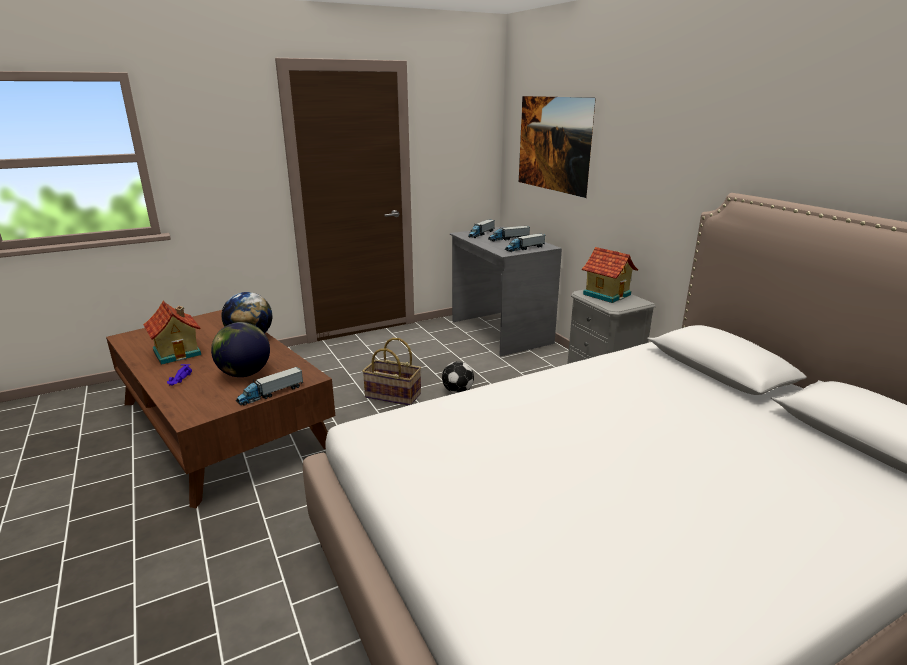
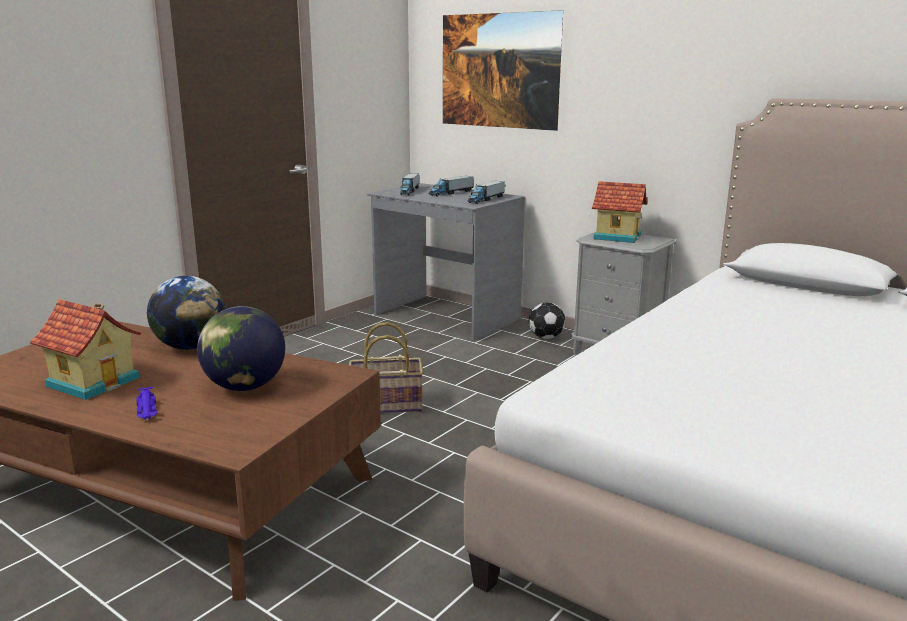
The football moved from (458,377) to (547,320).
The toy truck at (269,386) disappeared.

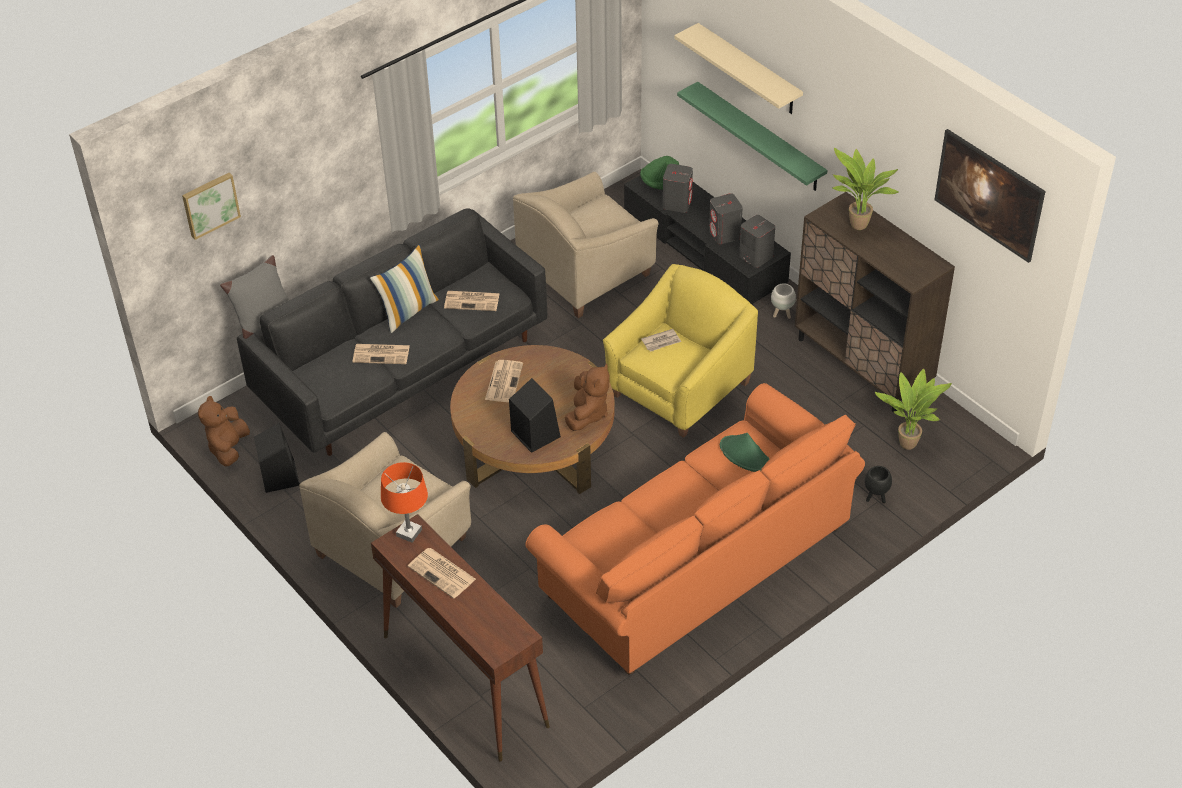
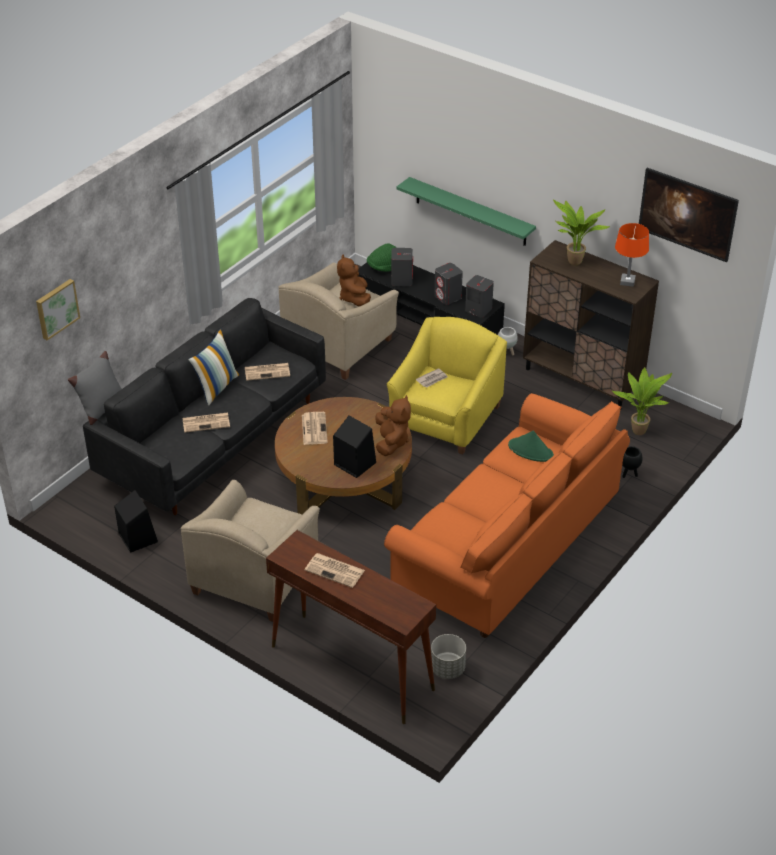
The beige shelf at (738,68) disappeared.
The brown plush toy moved from (224,431) to (354,280).
The orange table lamp moved from (404,502) to (632,255).
The grey planter at (448,656) appeared.

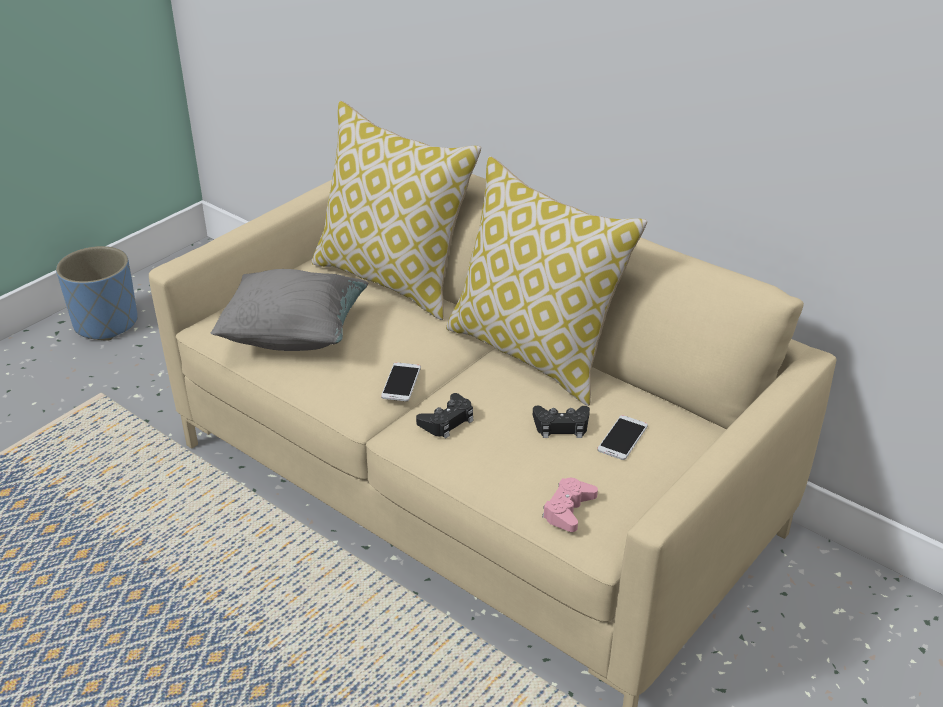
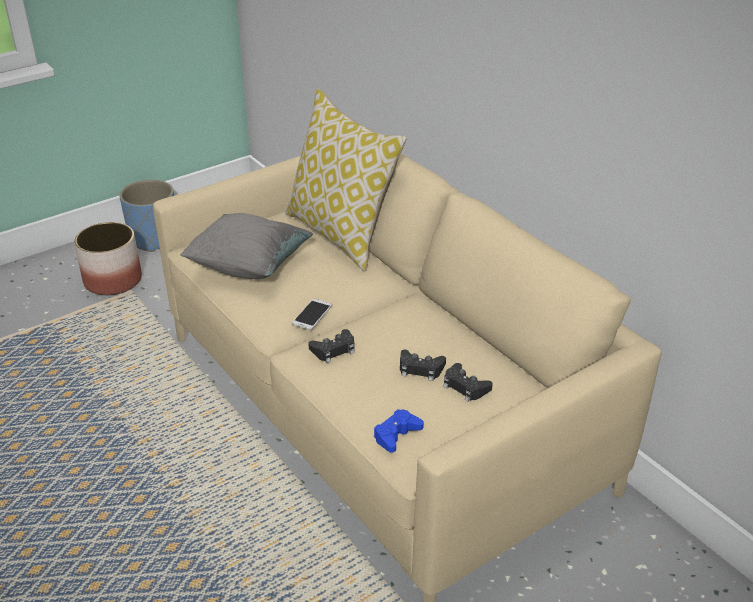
The pillow at (546,281) disappeared.
The phone at (622,437) was replaced by the black game controller at (468,382).
The pink game controller at (570,505) became the blue game controller at (399,431).
The planter at (108,258) appeared.

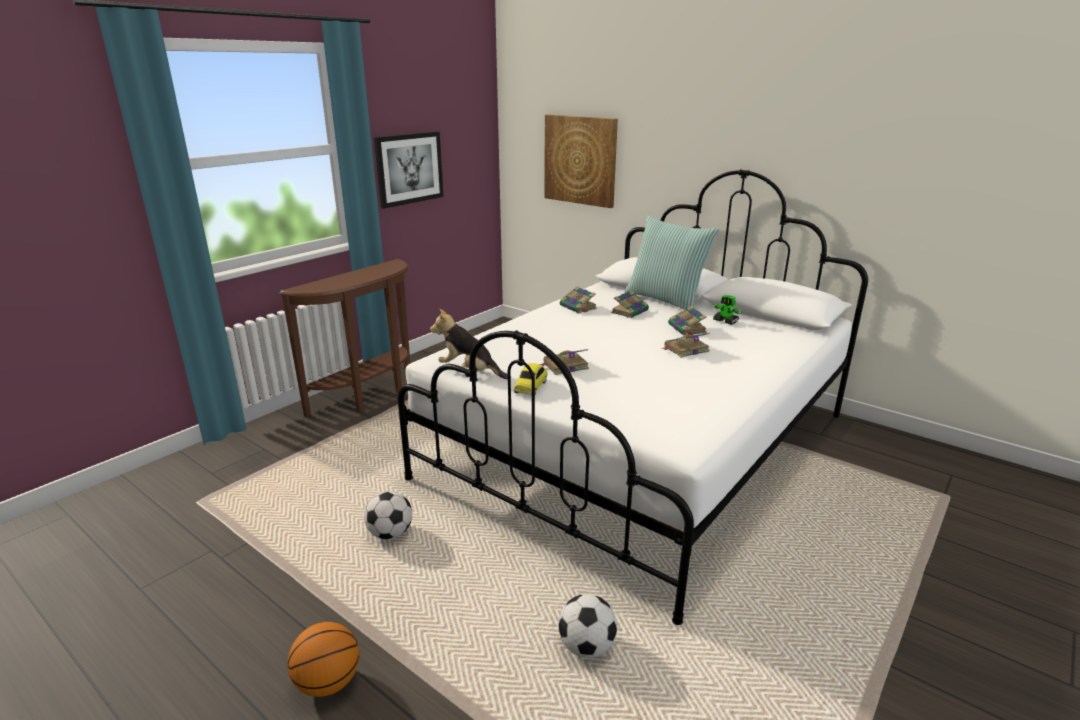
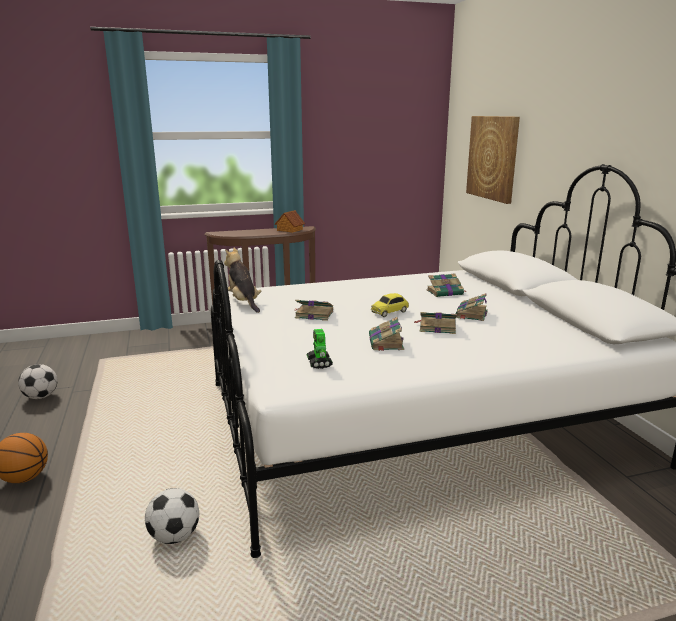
The picture at (409,170) disappeared.
The pillow at (671,263) disappeared.
The book moved from (578,299) to (386,334).
The toy robot moved from (727,310) to (320,349).
The toy car moved from (530,379) to (390,305).
The football moved from (388,515) to (38,381).
The toy house at (290,221) appeared.

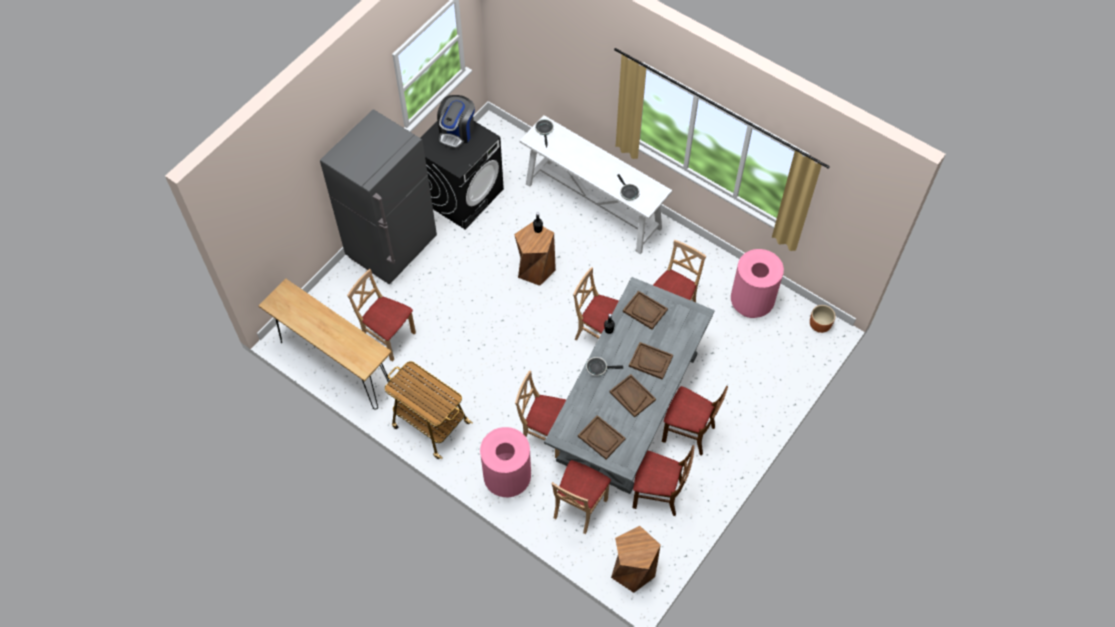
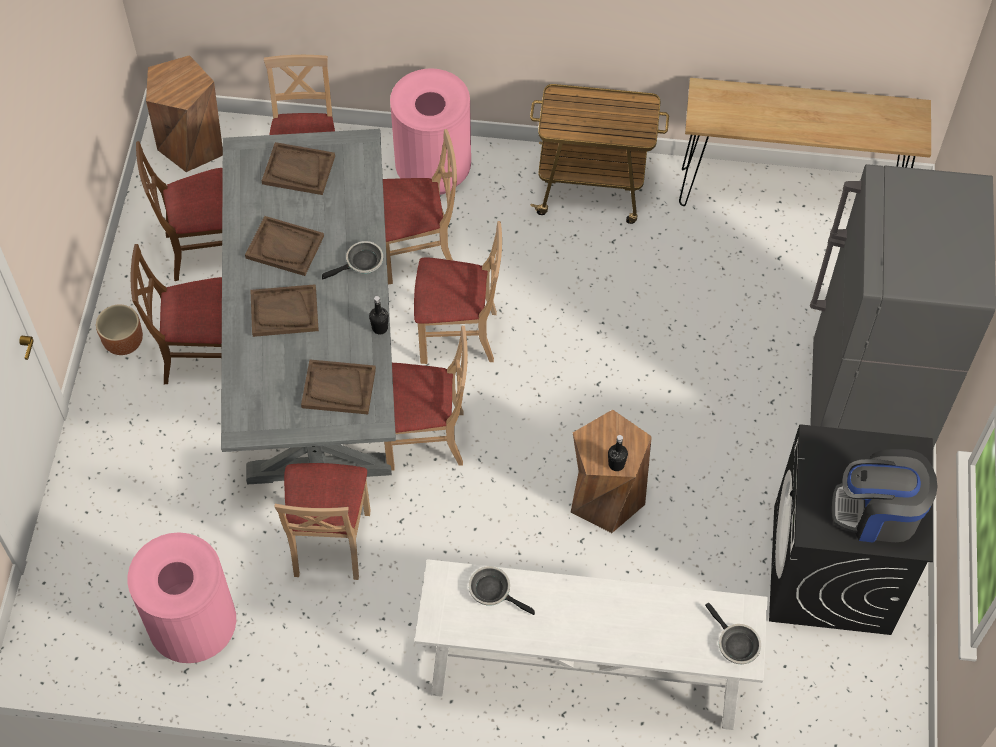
The coffee machine at (456,122) turned 75 degrees counterclockwise.
The beige chair moved from (381,315) to (458,292).
The brown planter moved from (822,319) to (119,329).

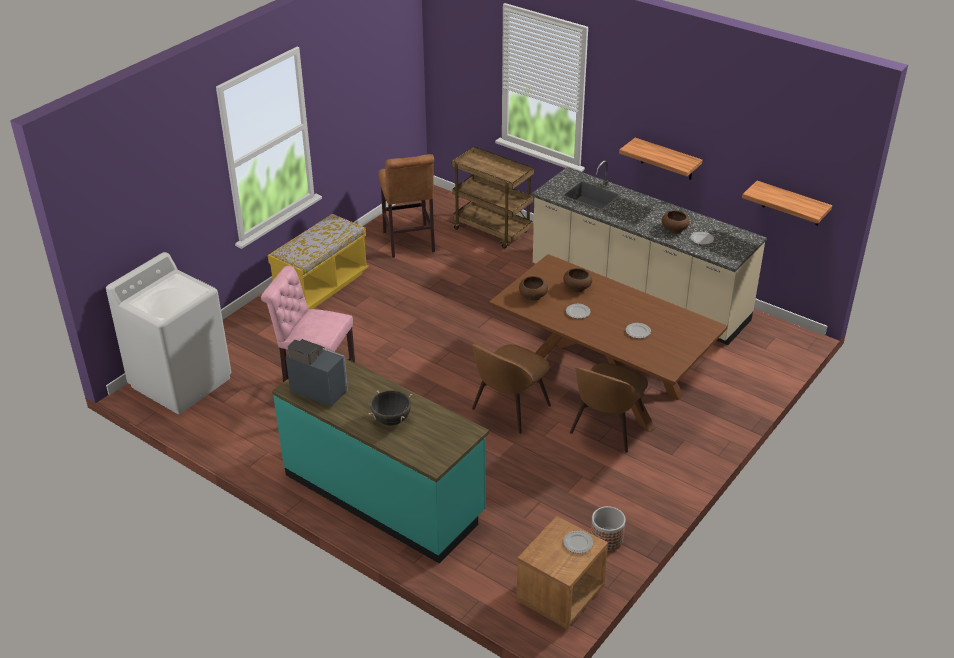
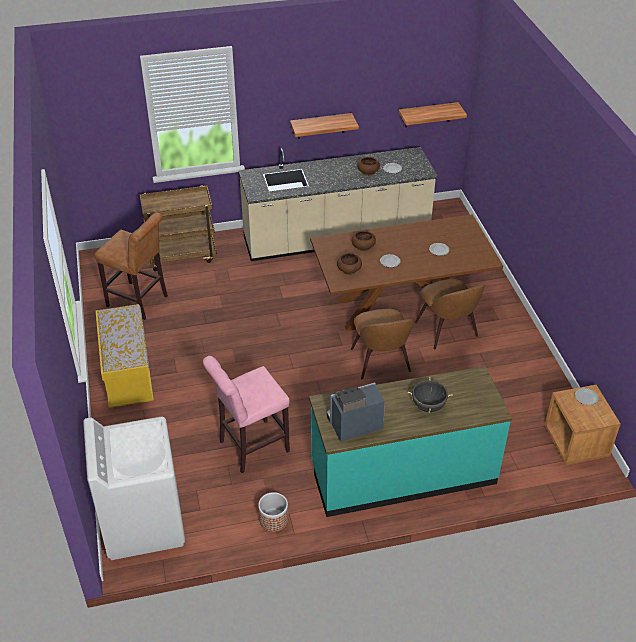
The planter moved from (608,528) to (273,512).

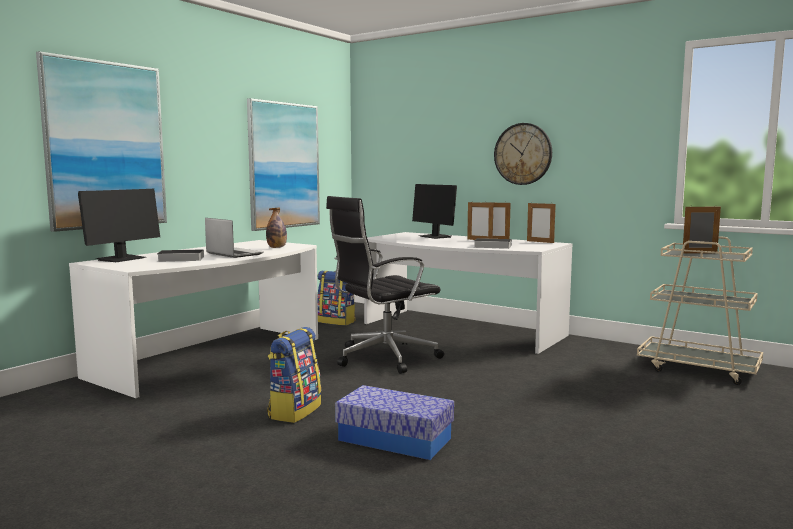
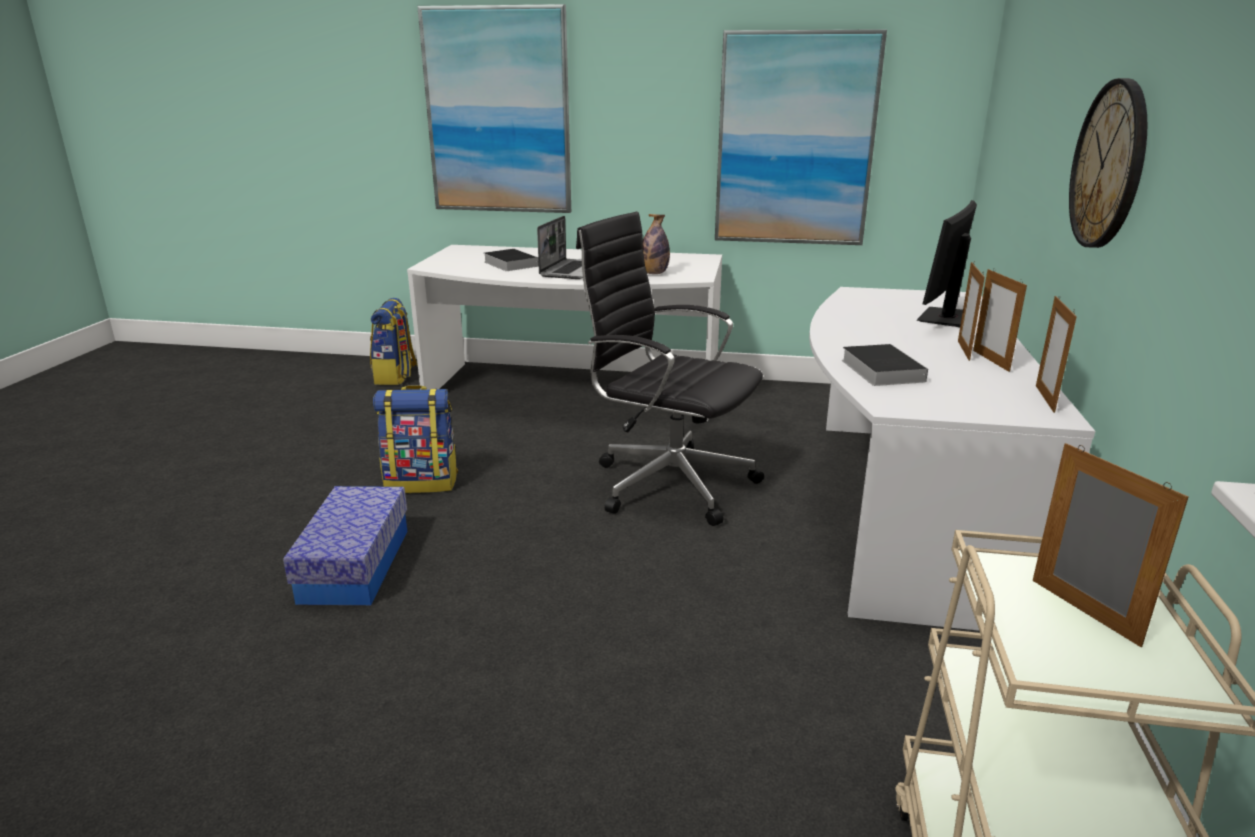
The monitor at (119,225) disappeared.
The backpack moved from (336,298) to (394,341).

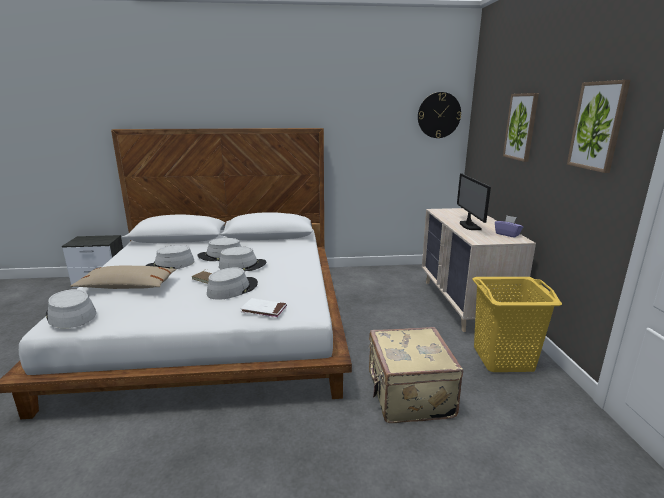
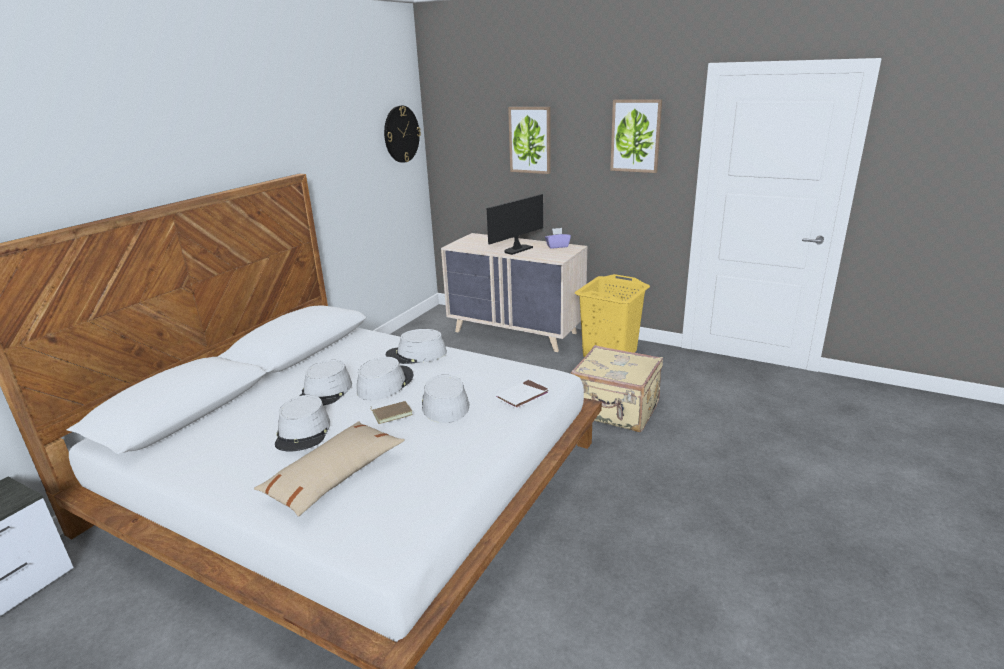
The monitor at (474,201) turned 105 degrees clockwise.
The grey hat moved from (71,308) to (416,346).

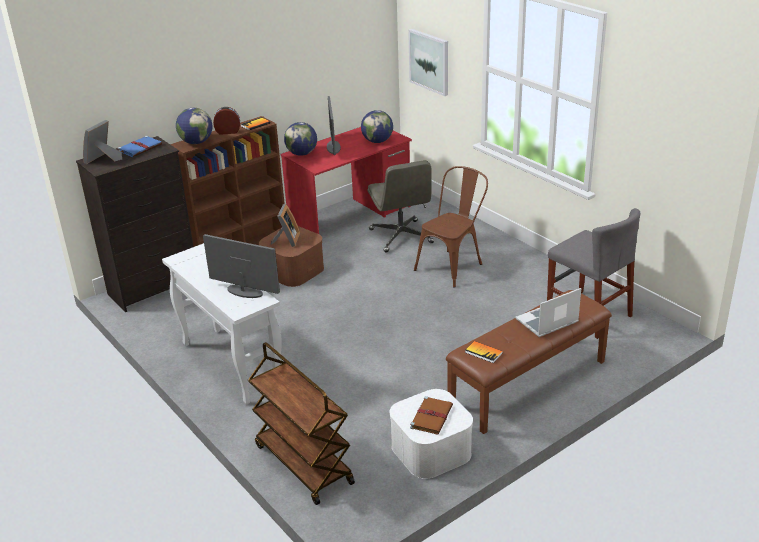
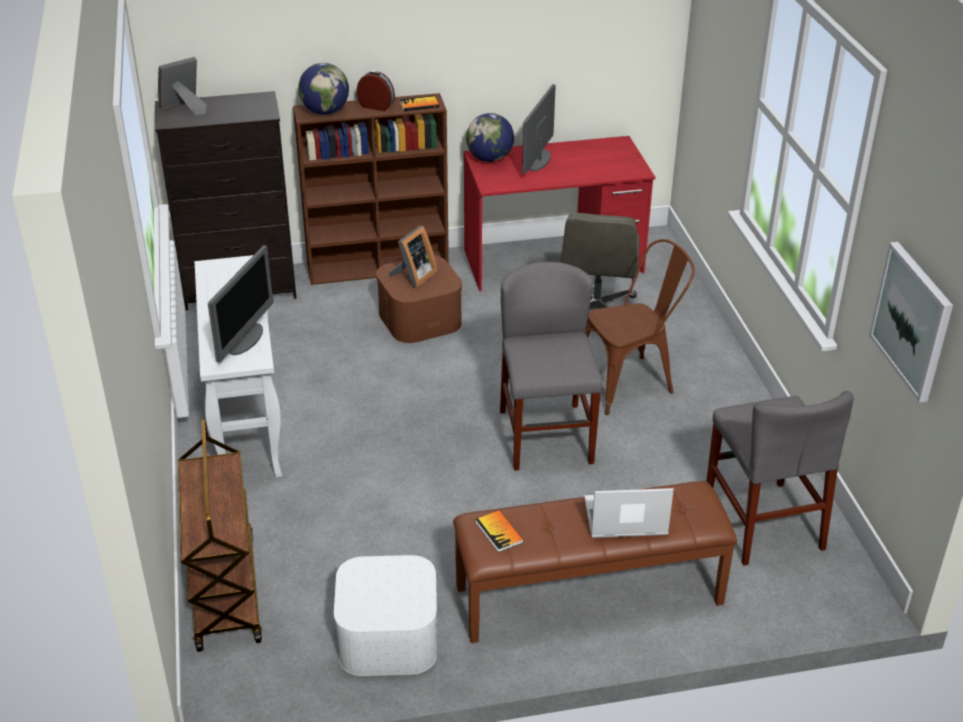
The picture moved from (428,62) to (911,322).
The globe at (377,126) disappeared.
The blue book at (140,146) disappeared.
The monitor at (241,266) turned 60 degrees clockwise.
The brown book at (431,415) disappeared.
The grey chair at (551,366) appeared.

